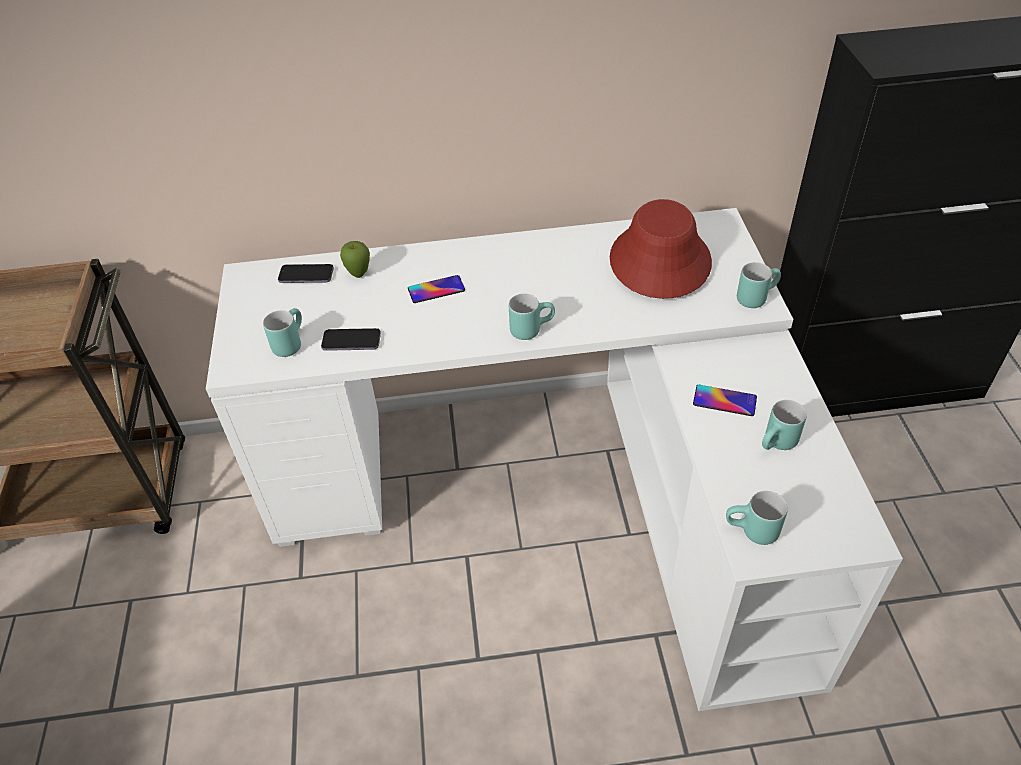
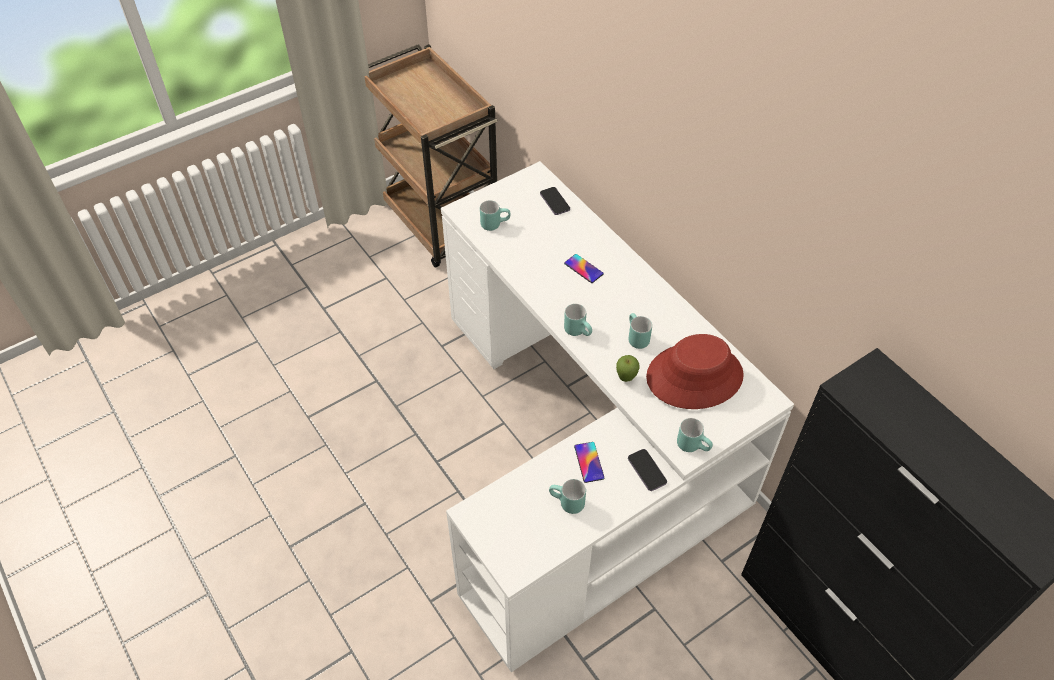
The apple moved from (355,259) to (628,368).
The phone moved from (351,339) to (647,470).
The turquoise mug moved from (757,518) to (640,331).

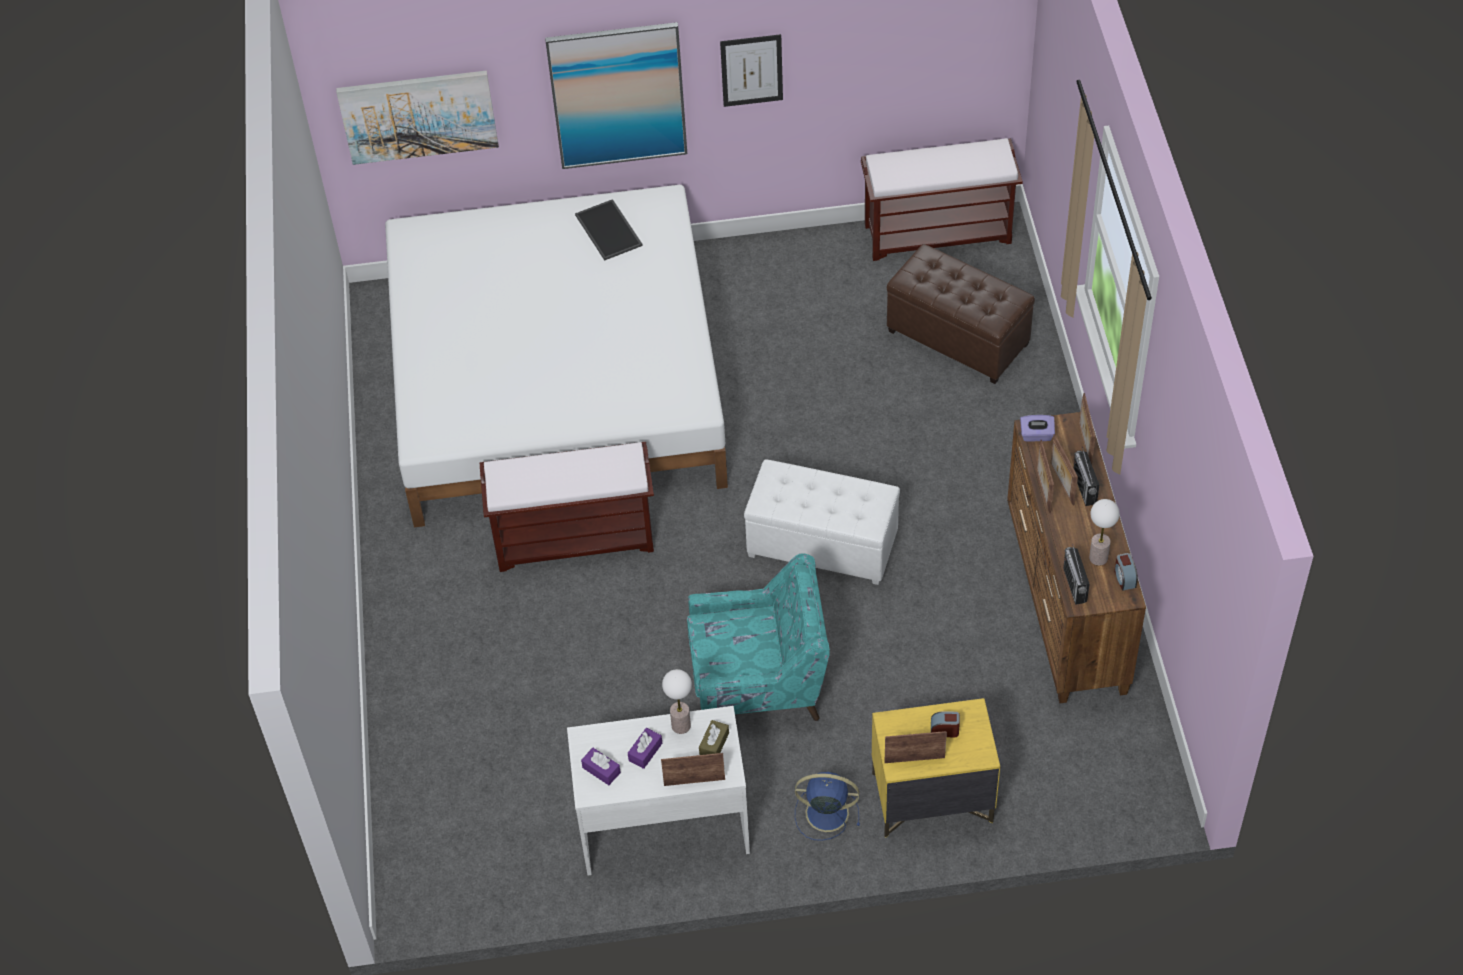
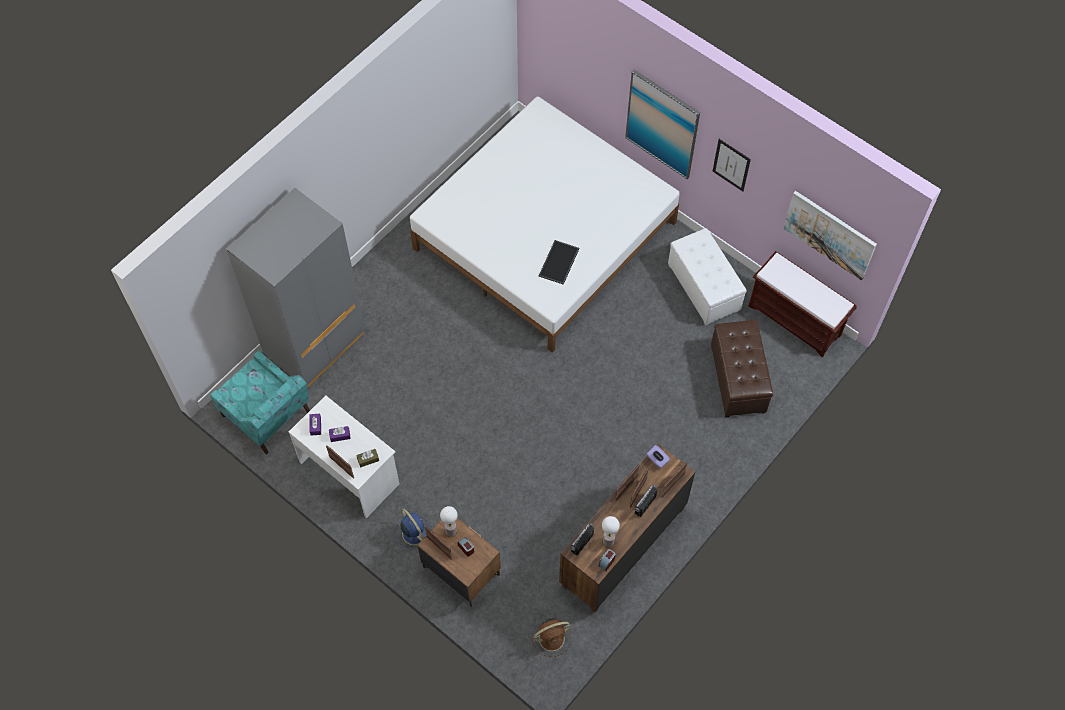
The picture moved from (417,118) to (830,235).
The tray moved from (609,230) to (559,262).
The brown bench at (566,507) disappeared.
The white ottoman moved from (822,522) to (707,277).
The turquoise armchair moved from (758,637) to (260,402).
The table lamp moved from (677,701) to (449,521).
The yellow nightstand at (936,767) became the brown nightstand at (459,562).
The grey wardrobe at (295,288) appeared.
The brown fan at (551,638) appeared.

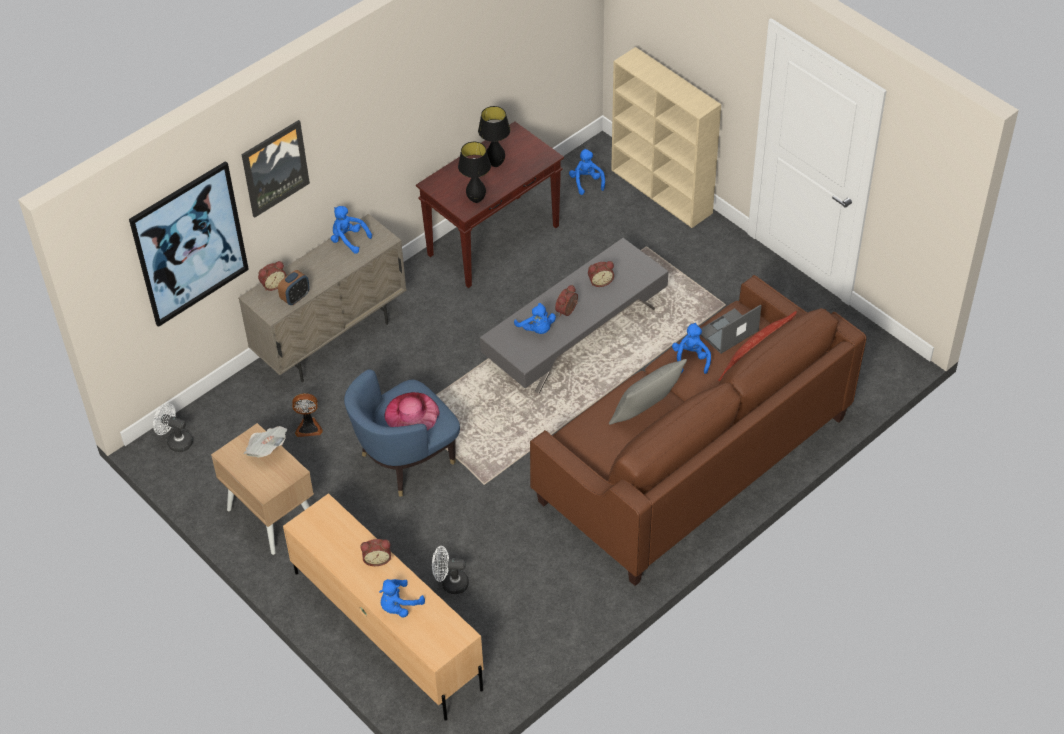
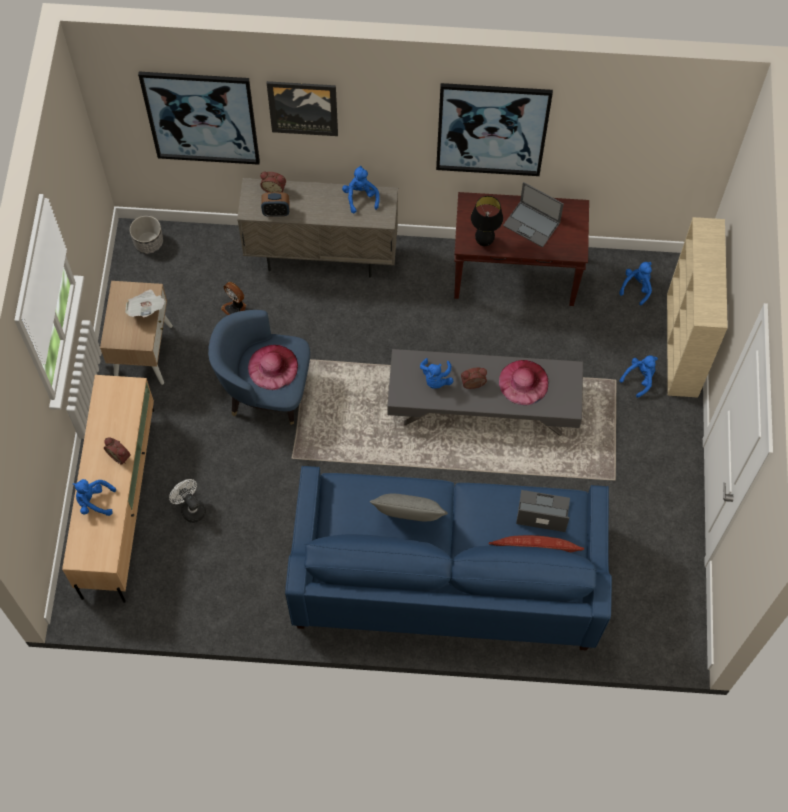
The black table lamp at (494,136) was replaced by the laptop at (533,215).
The alarm clock at (601,274) was replaced by the pink hat at (523,382).
The brown sofa at (698,430) became the blue sofa at (448,558).
The blue plush toy moved from (691,348) to (639,376).
The white fan at (173,427) was replaced by the planter at (146,235).
The picture at (494,129) appeared.

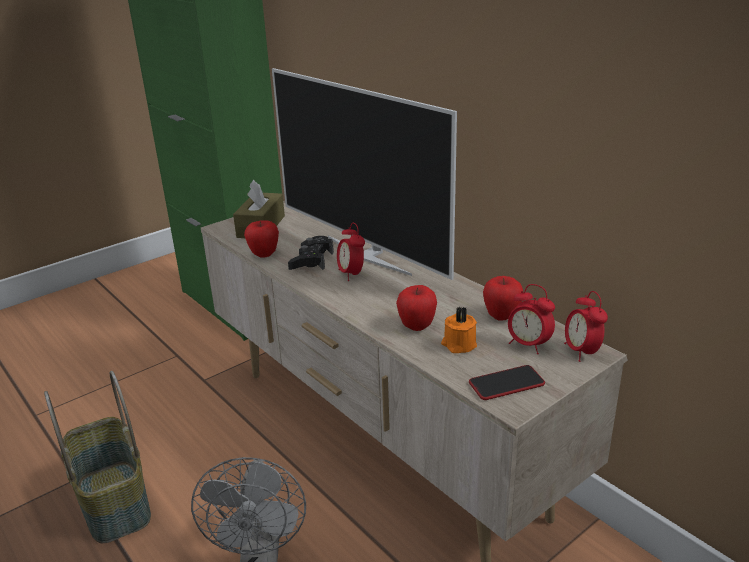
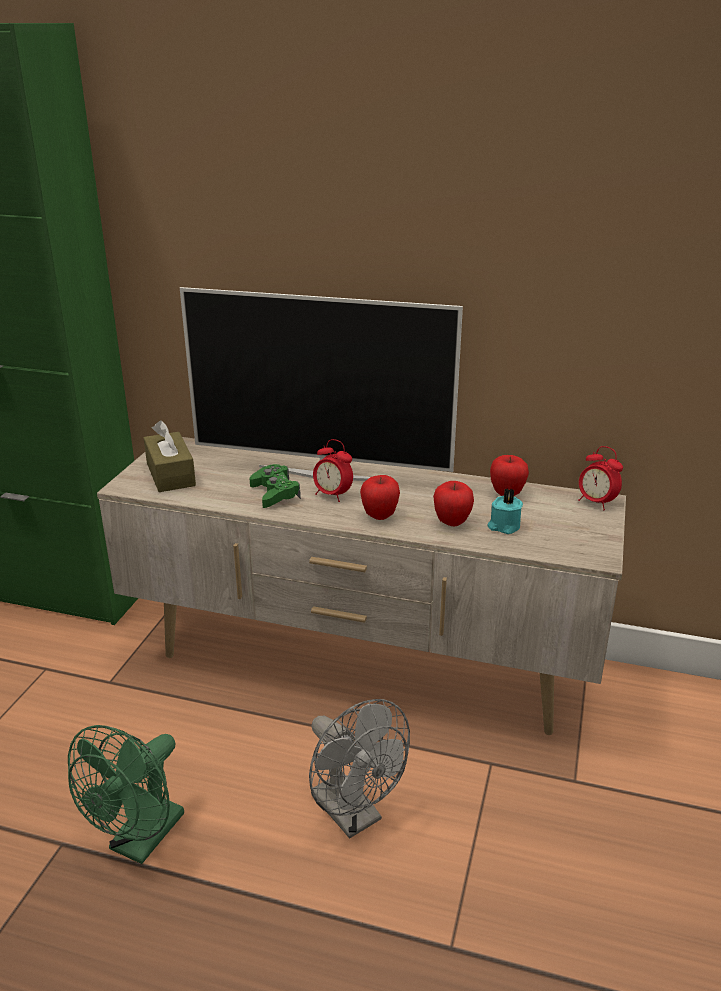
The apple moved from (261,239) to (380,497).
The black game controller at (311,253) became the green game controller at (275,486).
The alarm clock at (531,319) disappeared.
The orange candle at (459,329) became the turquoise candle at (505,511).
The phone at (507,382) disappeared.
The basket at (97,457) was replaced by the green fan at (126,794).

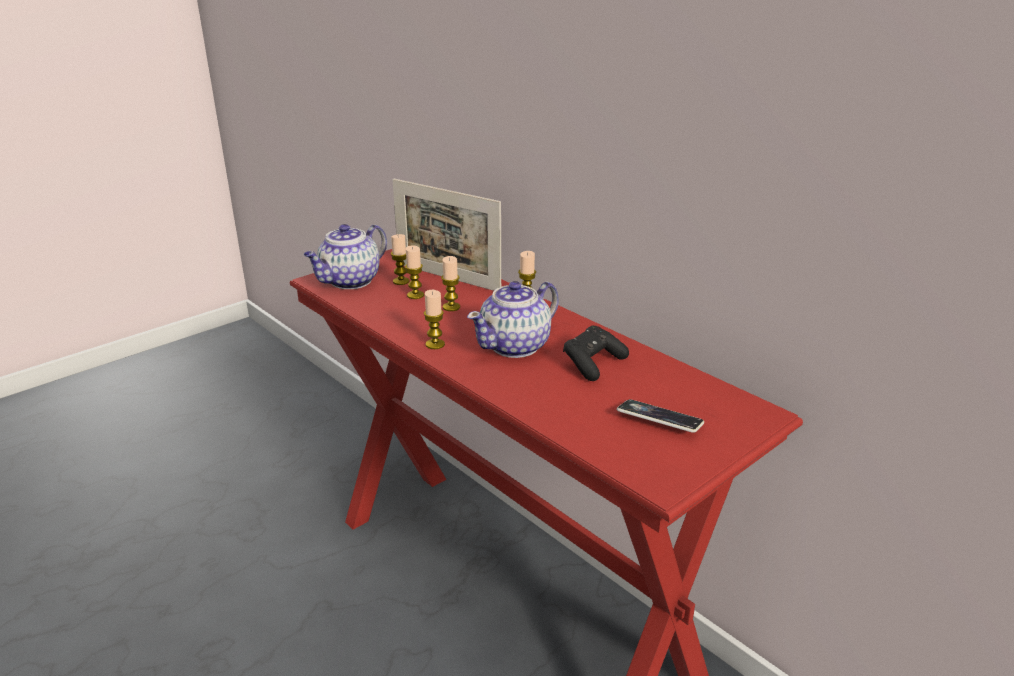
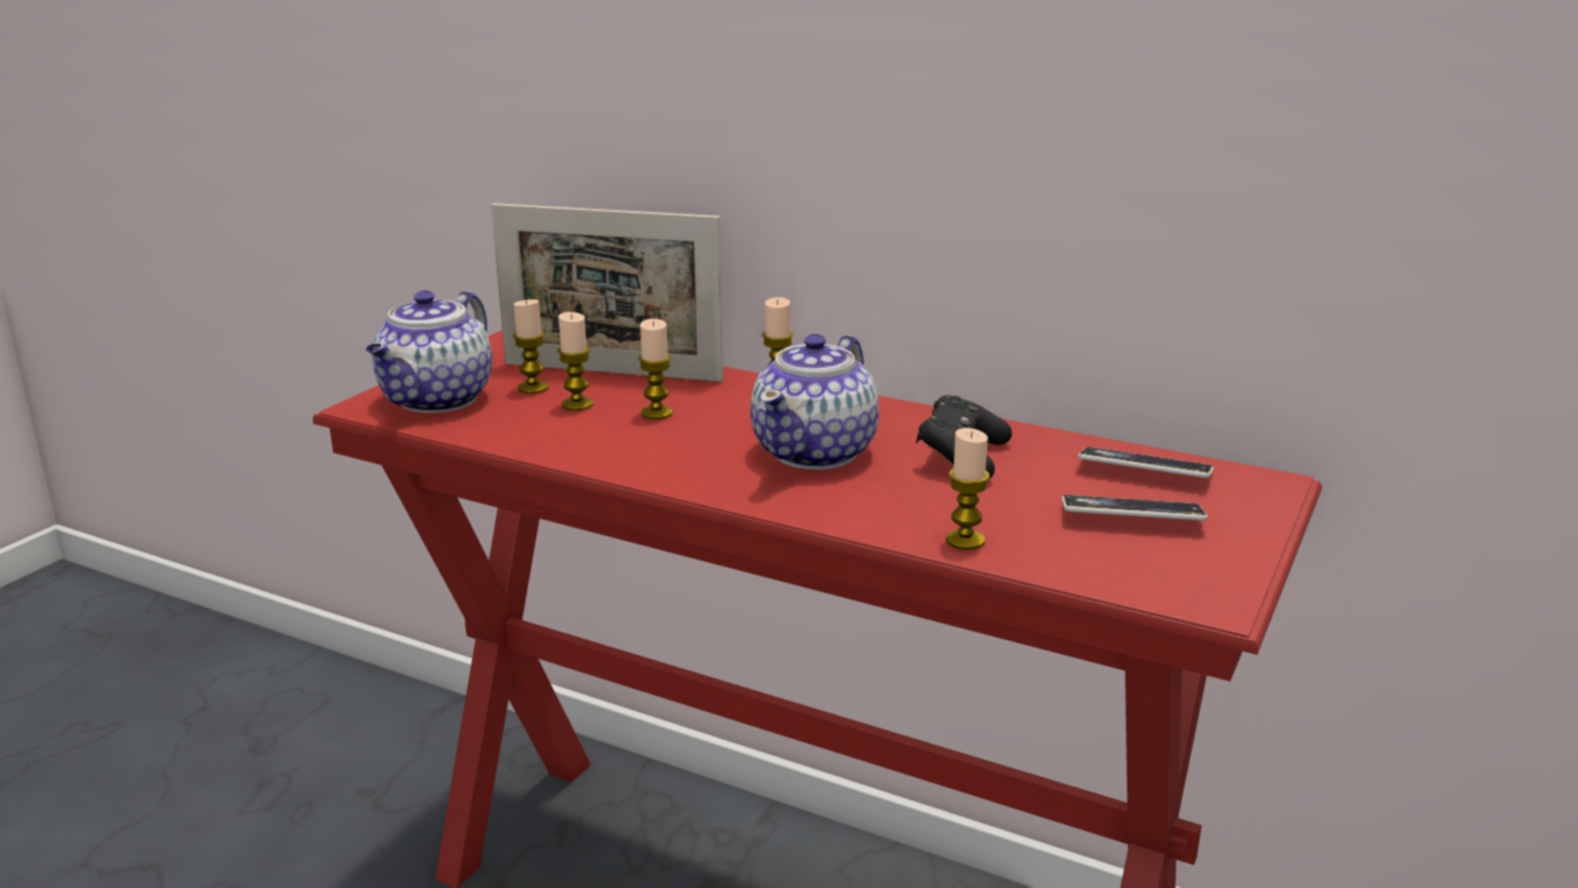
The candle moved from (434,319) to (968,489).
The phone at (1146,462) appeared.

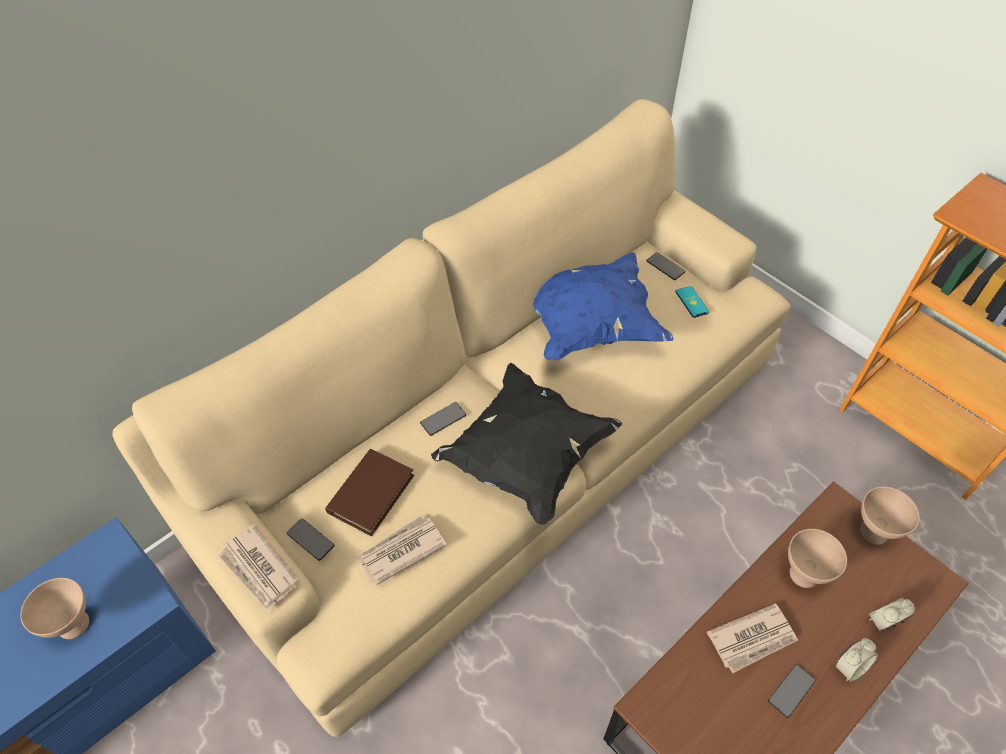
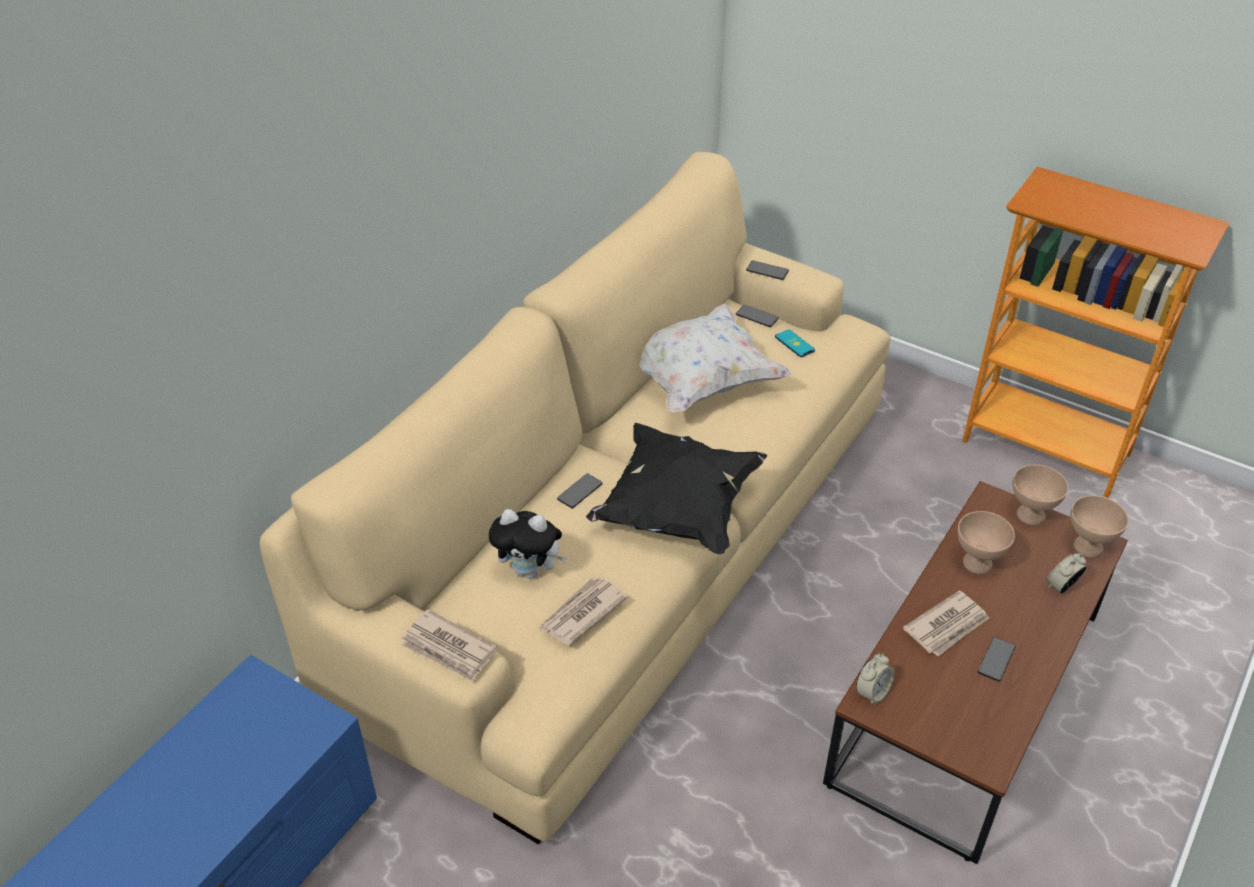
The blue pillow at (603,306) became the white pillow at (715,358).
The brown book at (369,492) was replaced by the plush toy at (527,544).
The phone moved from (311,540) to (767,270).
The beige bowl moved from (55,608) to (1100,526).
The alarm clock moved from (856,660) to (875,679).

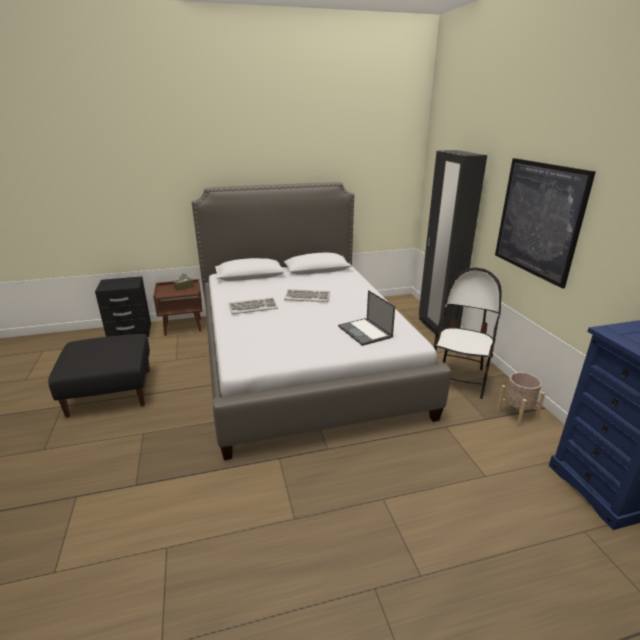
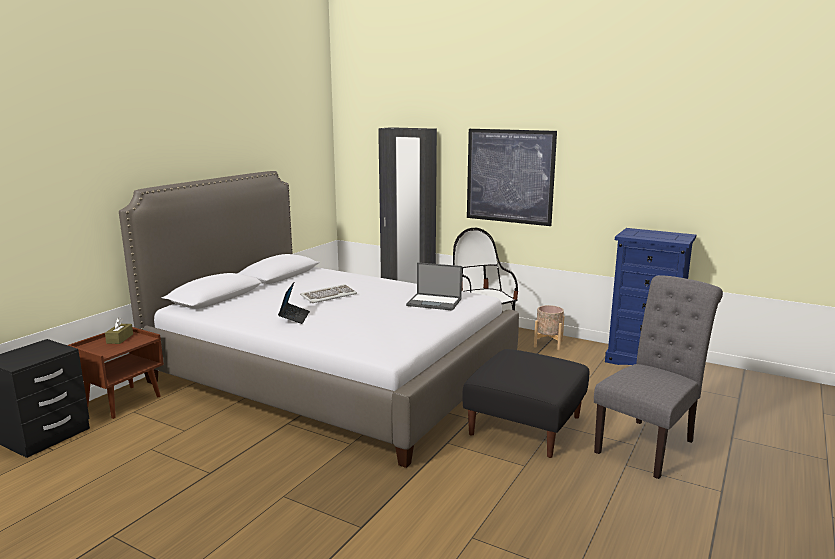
The keyboard at (253,305) was replaced by the laptop at (294,303).
The black ottoman moved from (99,376) to (525,403).
The grey chair at (658,377) appeared.

